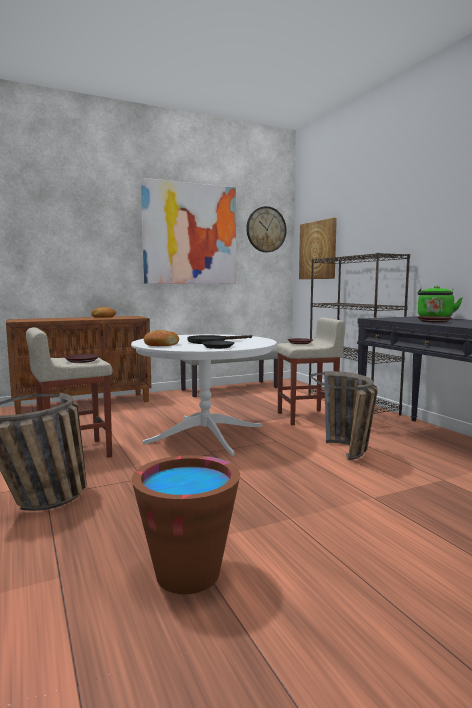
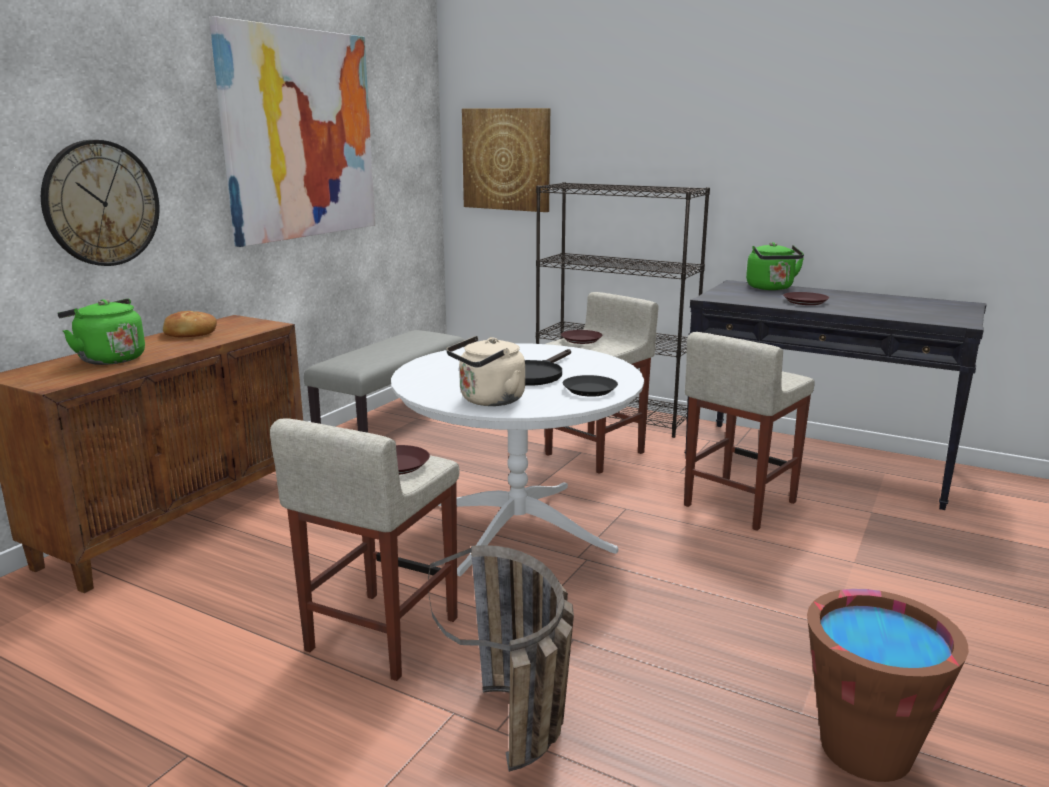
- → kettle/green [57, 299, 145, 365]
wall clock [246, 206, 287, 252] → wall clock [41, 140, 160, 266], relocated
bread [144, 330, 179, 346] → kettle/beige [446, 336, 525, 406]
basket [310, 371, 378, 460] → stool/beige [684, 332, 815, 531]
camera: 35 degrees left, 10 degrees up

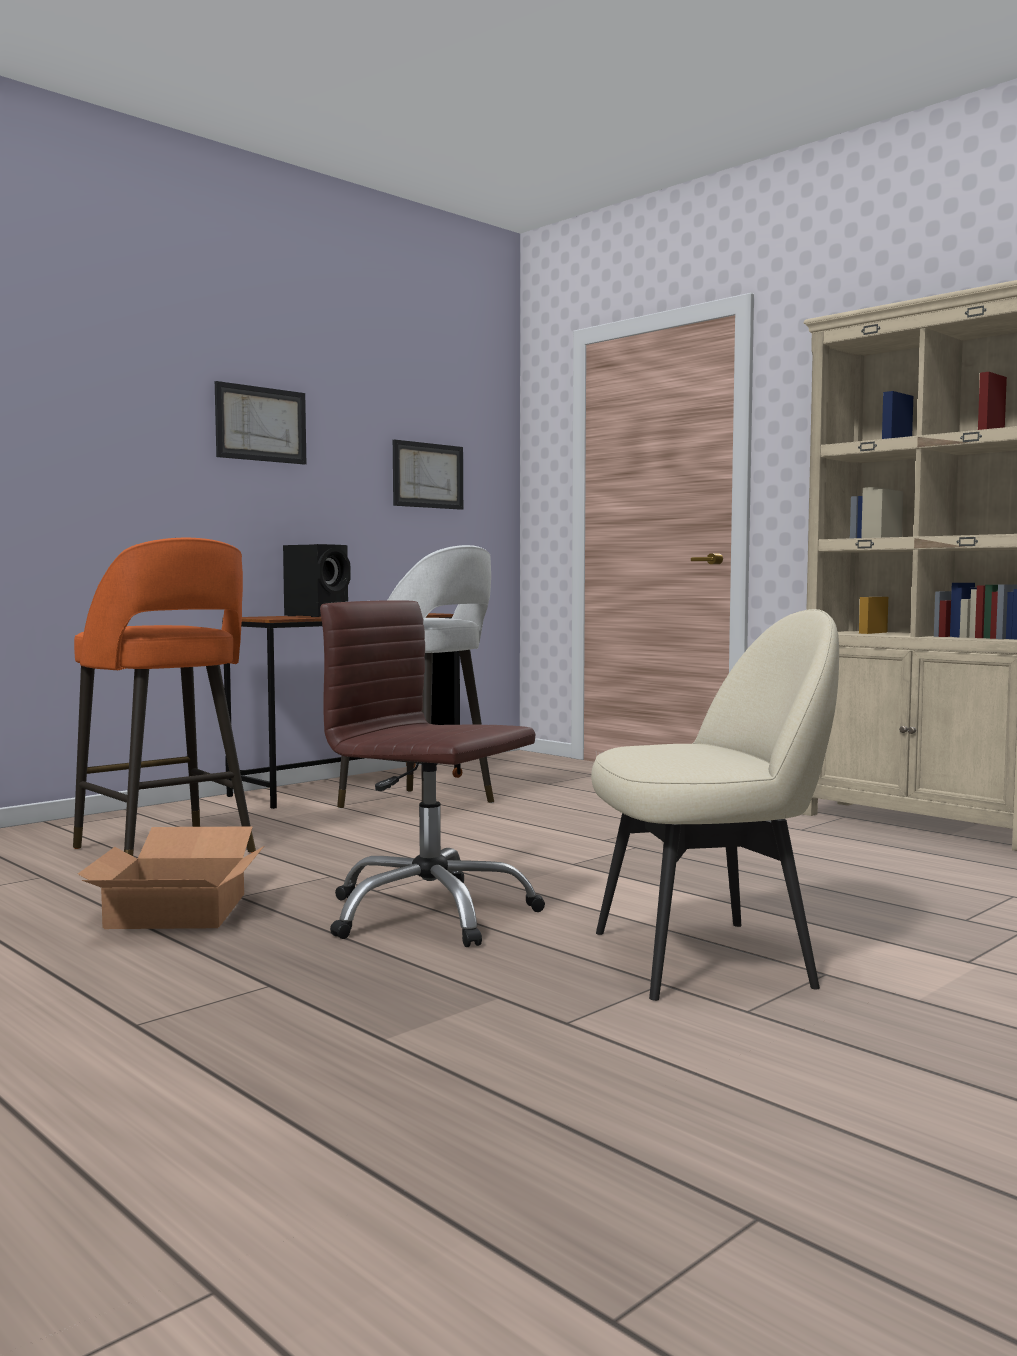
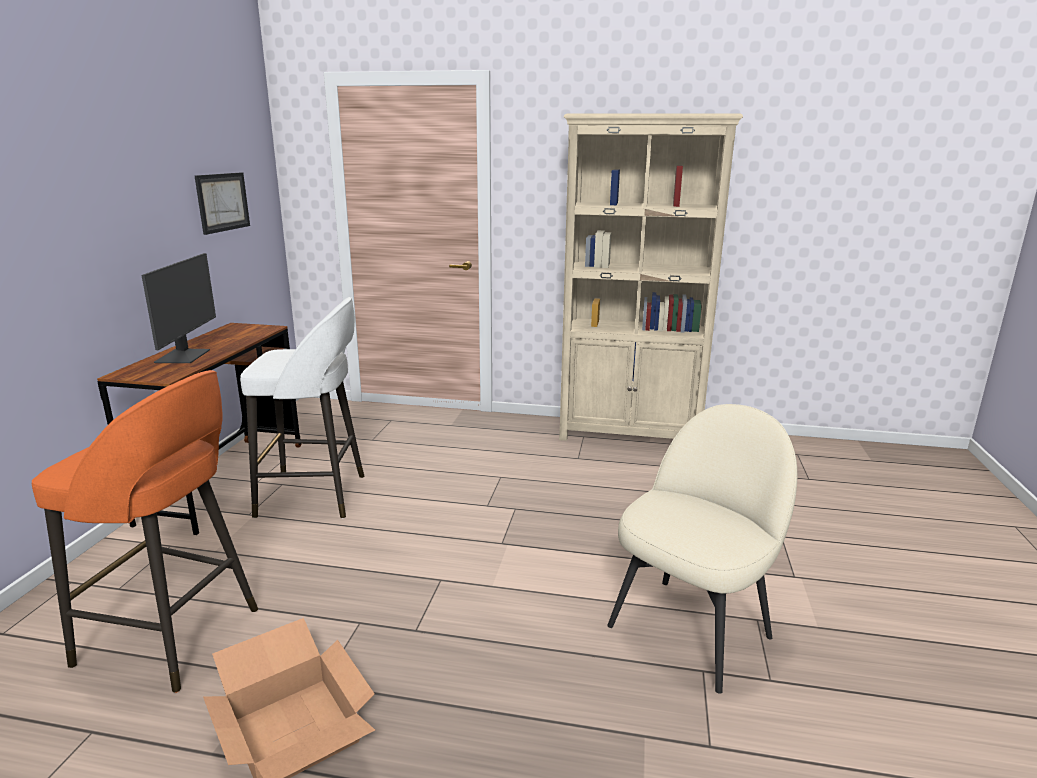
picture [215, 381, 306, 465] → -
office chair/brown [320, 600, 545, 947] → -
speaker/black [283, 544, 351, 617] → monitor [142, 253, 216, 363]
camera: 35 degrees left, 15 degrees up

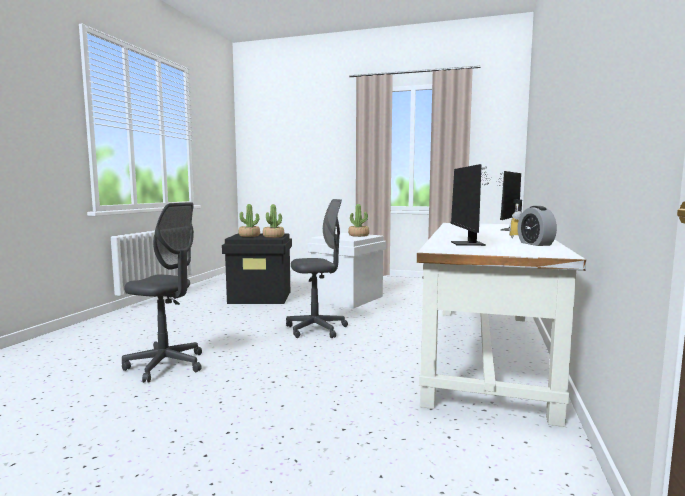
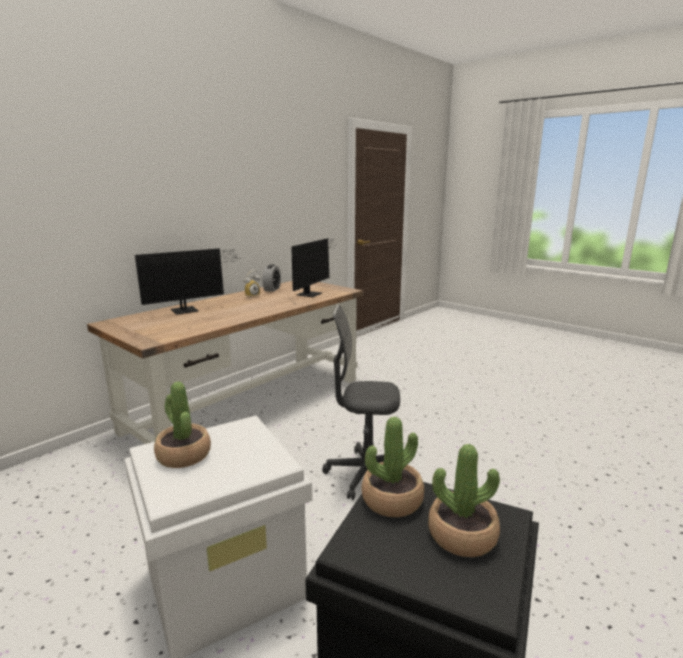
office chair/grey [122, 202, 202, 383] → -
desk/white [417, 223, 586, 427] → desk/brown [87, 281, 363, 444]
camera: 155 degrees left, 10 degrees up

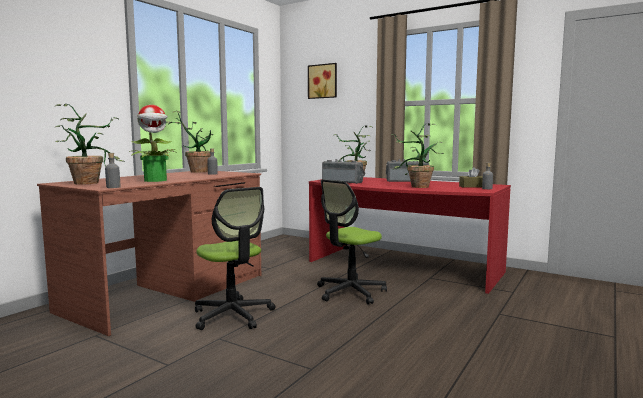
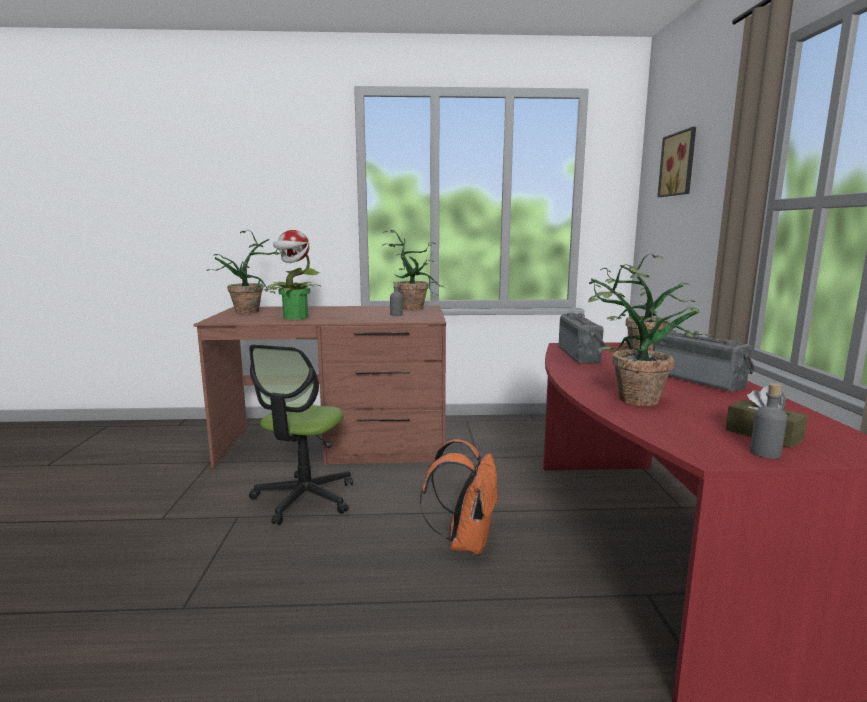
bottle/grey [105, 153, 121, 188] → -
office chair [317, 180, 387, 304] → backpack/orange [420, 439, 499, 555]
camera: 55 degrees right, 5 degrees up

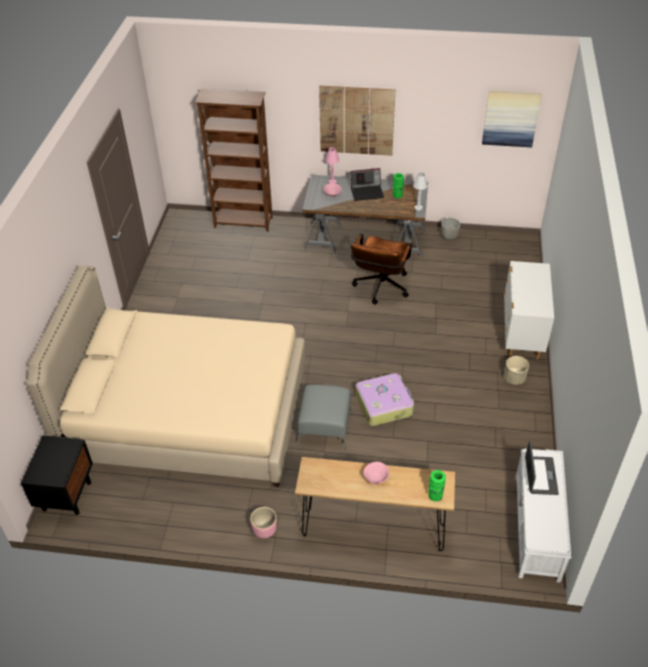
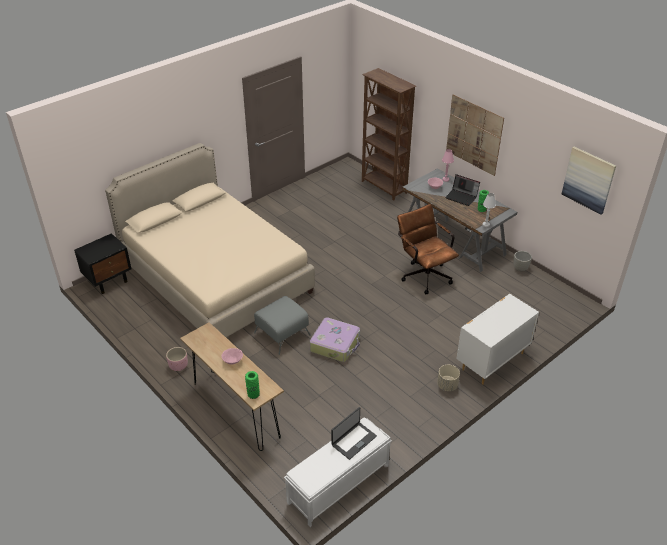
office chair/brown [351, 233, 412, 304] → office chair/brown [397, 204, 459, 294], 90 degrees clockwise
camera: 40 degrees right, 5 degrees down

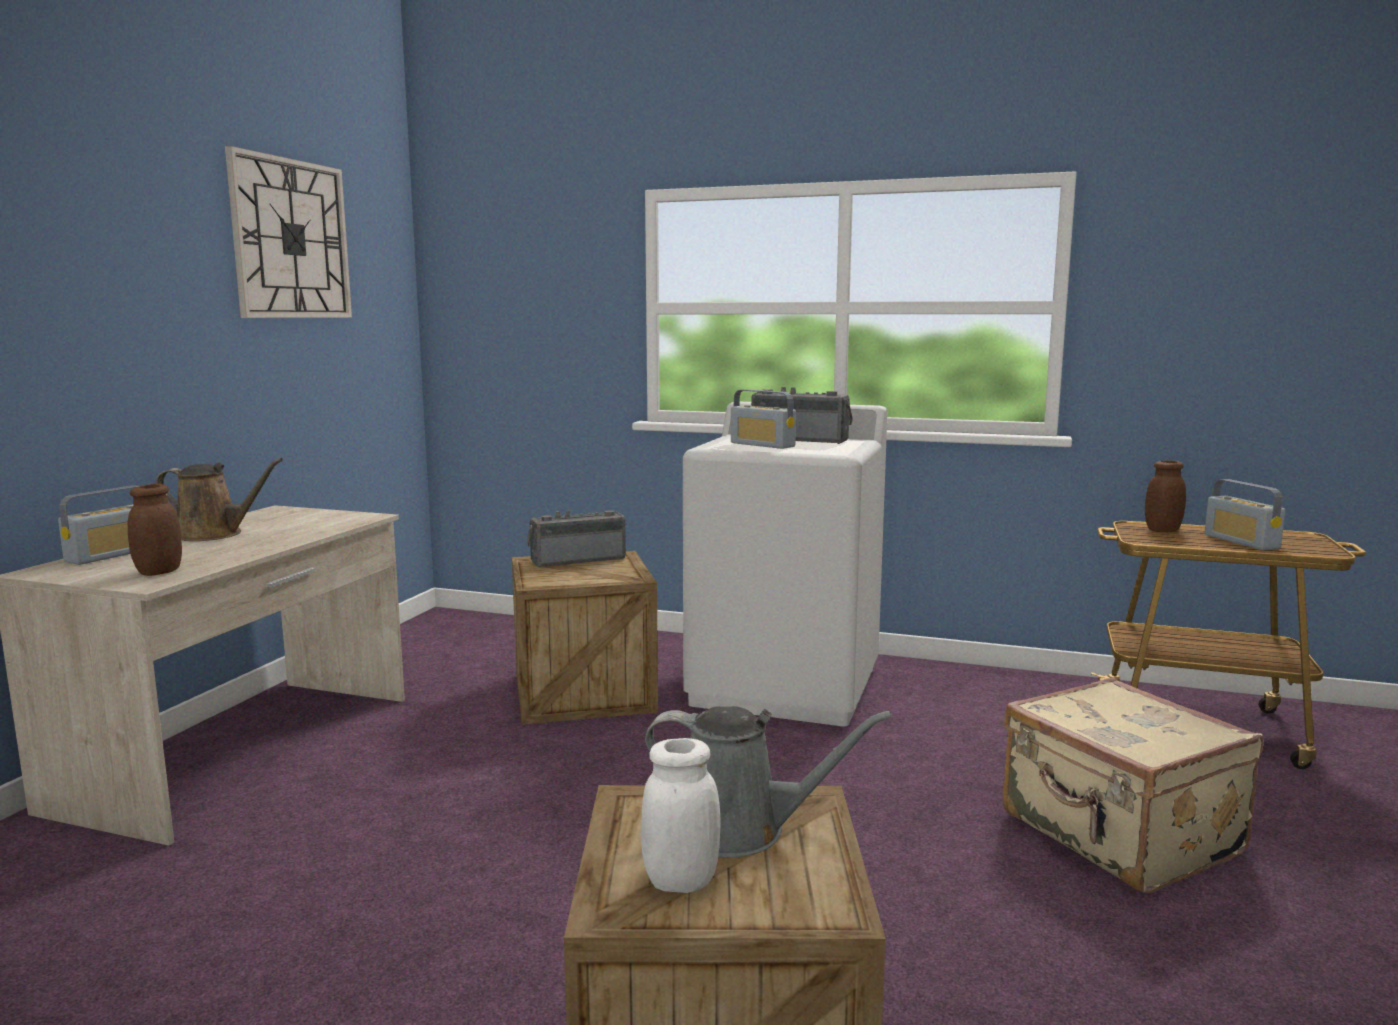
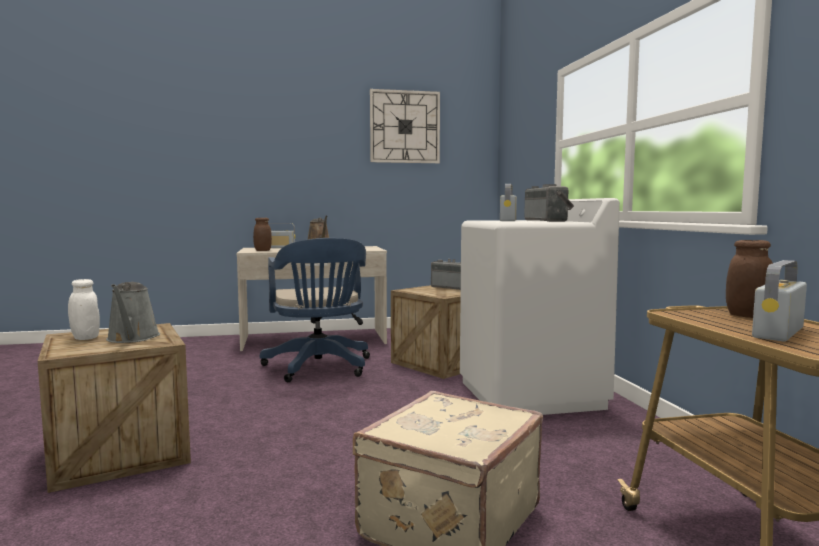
- → office chair/blue [260, 238, 370, 382]
camera: 60 degrees right, 5 degrees down

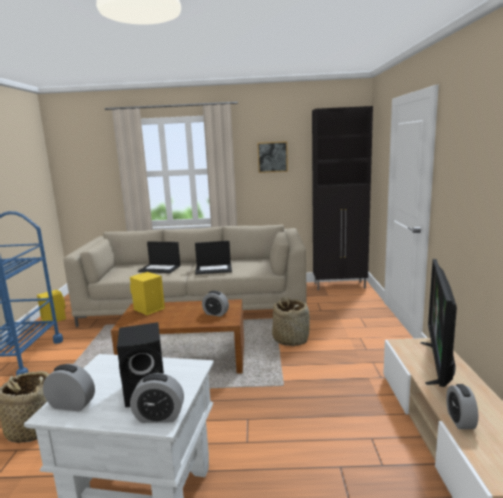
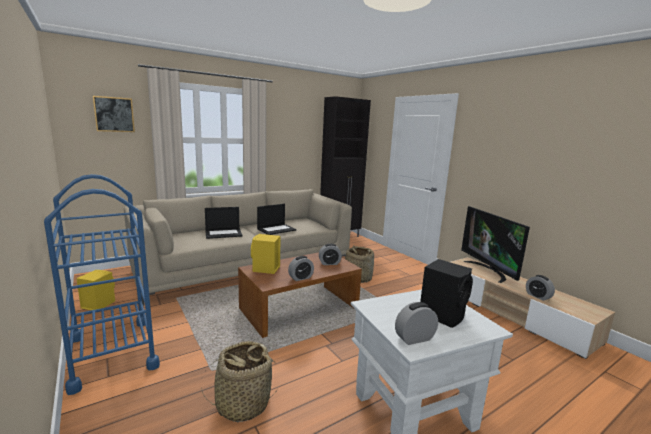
alarm clock [130, 373, 184, 423] → alarm clock [288, 256, 314, 281], relocated
picture [258, 141, 288, 173] → picture [93, 96, 135, 132], relocated
camera: 35 degrees left, 0 degrees up

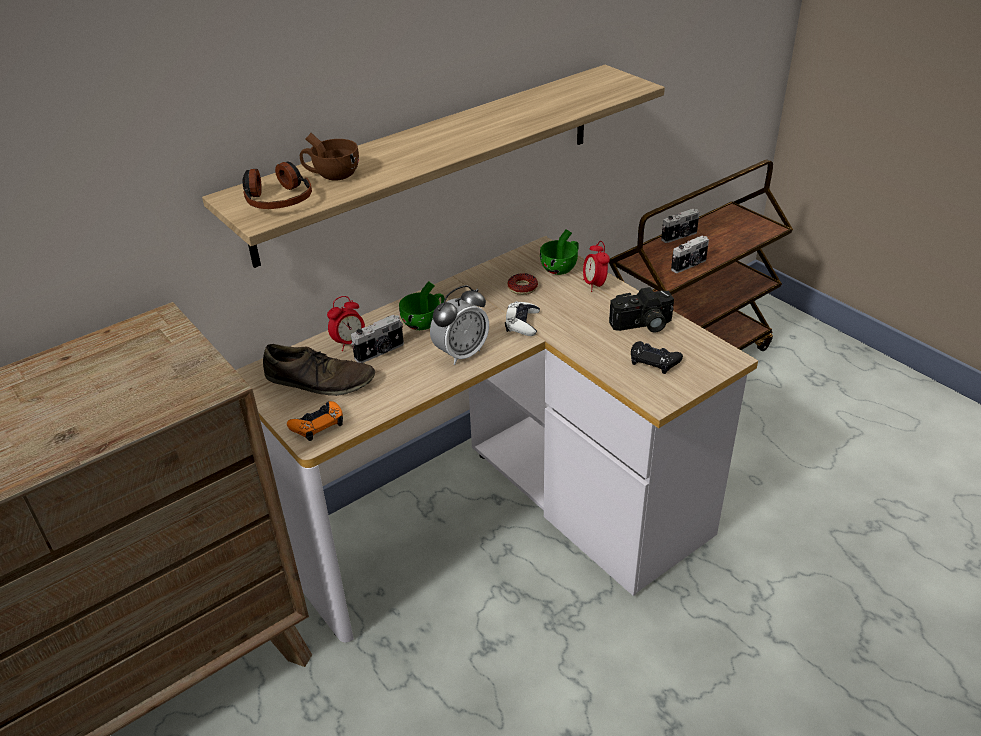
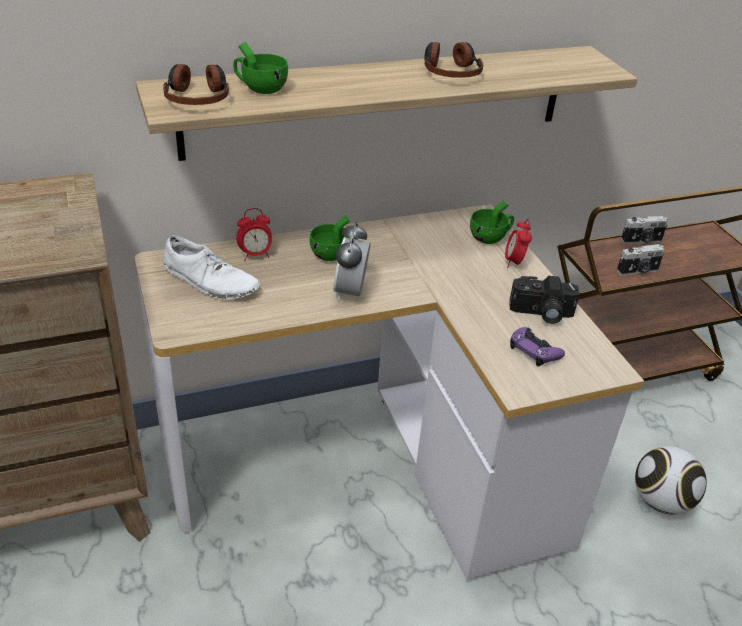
game controller/orange [287, 401, 343, 441] → -
photo camera [351, 315, 404, 363] → -
game controller/white [505, 301, 540, 336] → -
donut [507, 273, 538, 295] → -
- → headphones [424, 42, 483, 78]
- → football [635, 446, 707, 514]
shoe/brown [263, 344, 375, 396] → shoe/white [164, 235, 260, 300]
cup/brown [300, 133, 359, 181] → cup/green [233, 42, 288, 94]
game controller/black [631, 341, 683, 374] → game controller/purple [510, 327, 565, 367]
alarm clock [430, 285, 489, 365] → alarm clock [333, 222, 370, 301], 120 degrees clockwise
camera: 15 degrees right, 0 degrees up

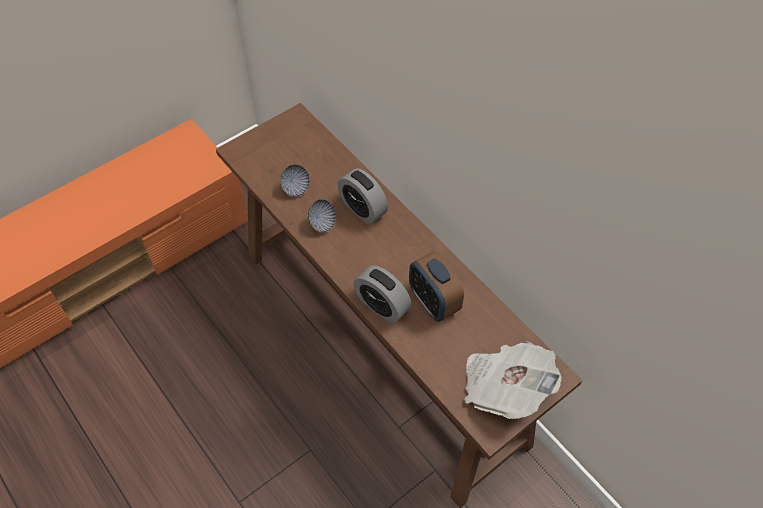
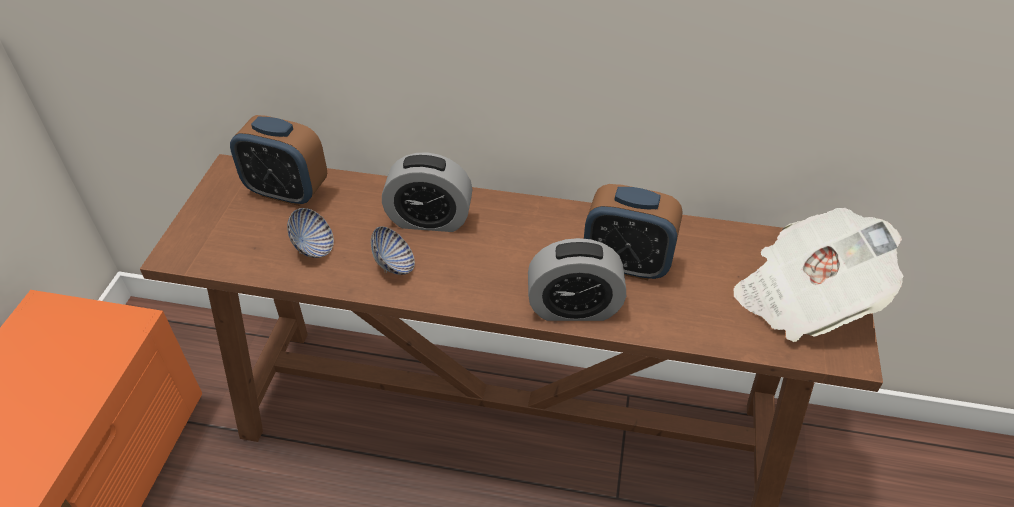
- → alarm clock [230, 115, 327, 206]
camera: 40 degrees left, 10 degrees down

